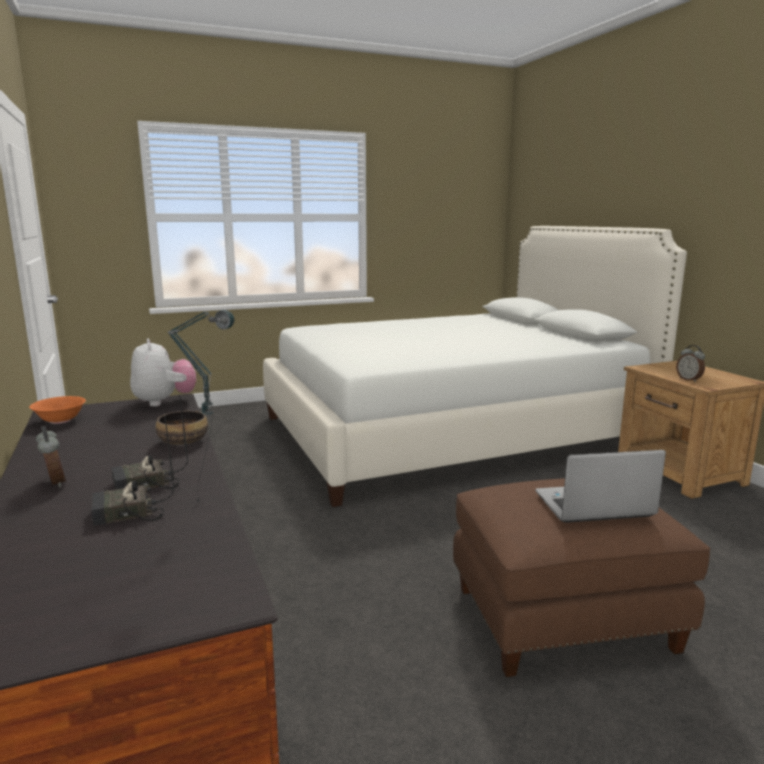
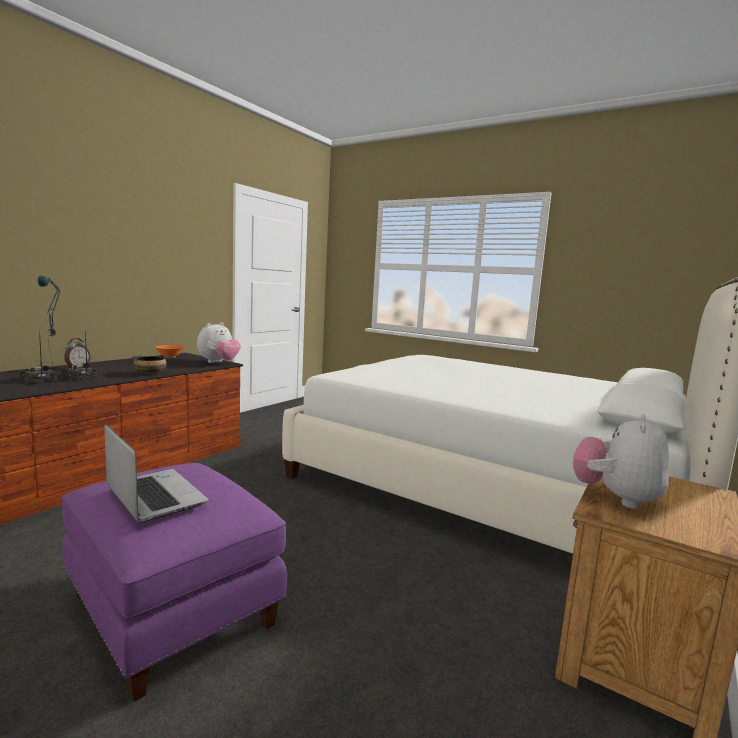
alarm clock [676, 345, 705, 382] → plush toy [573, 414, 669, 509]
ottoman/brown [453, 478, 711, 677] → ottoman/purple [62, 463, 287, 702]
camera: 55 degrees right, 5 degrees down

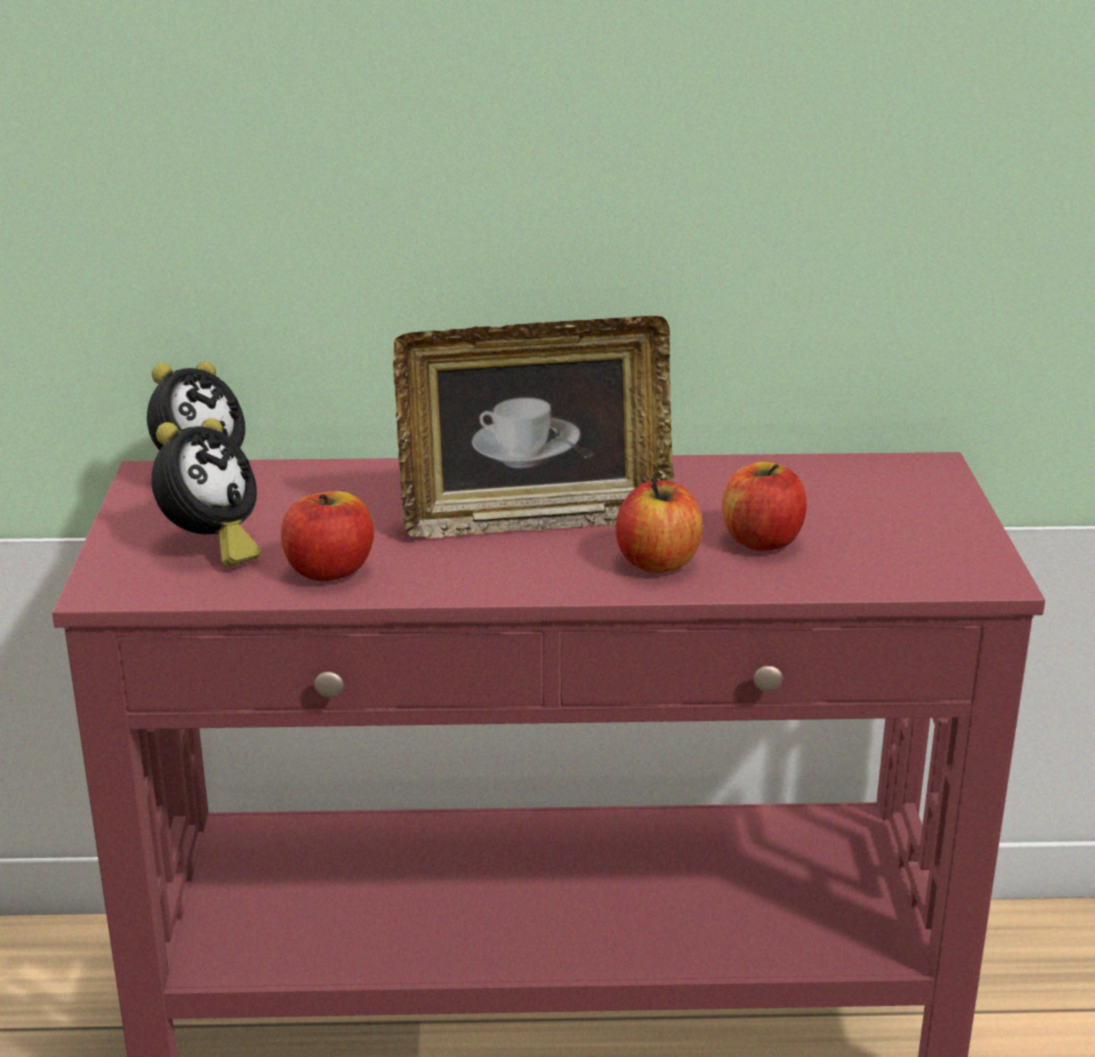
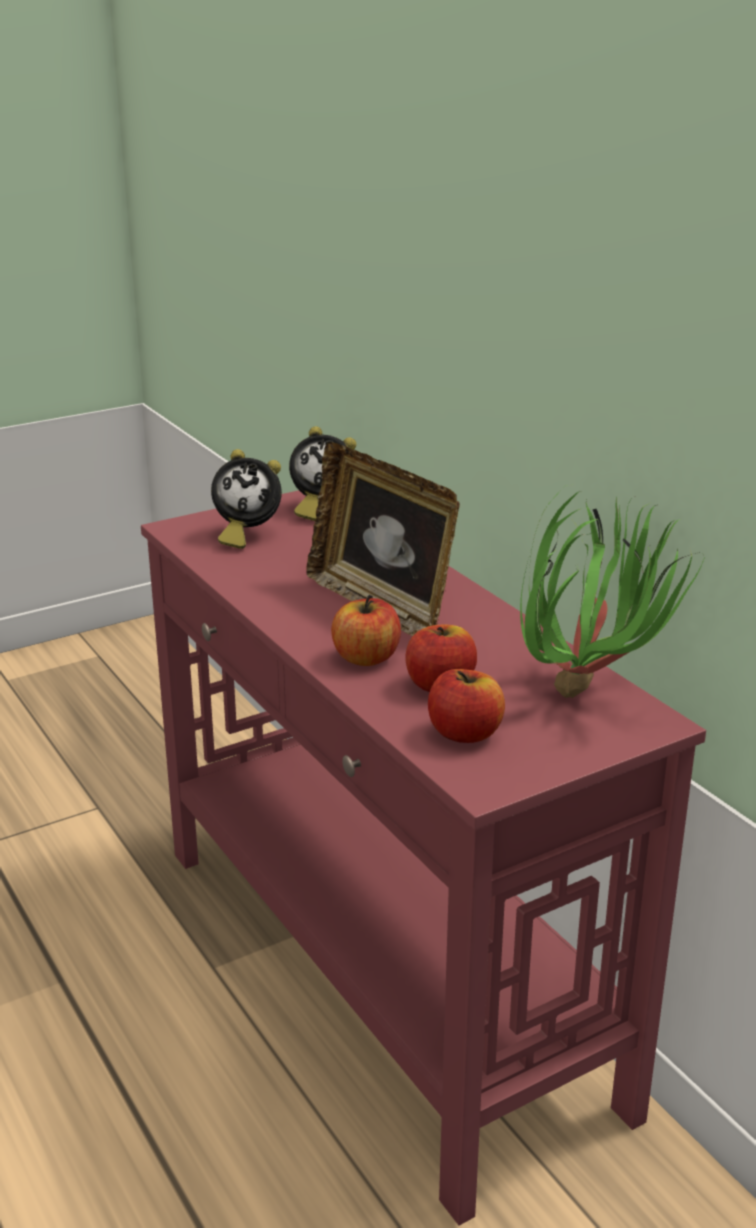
- → potted plant [520, 485, 704, 698]
apple [281, 491, 374, 581] → apple [428, 669, 505, 743], relocated
camera: 60 degrees right, 0 degrees up

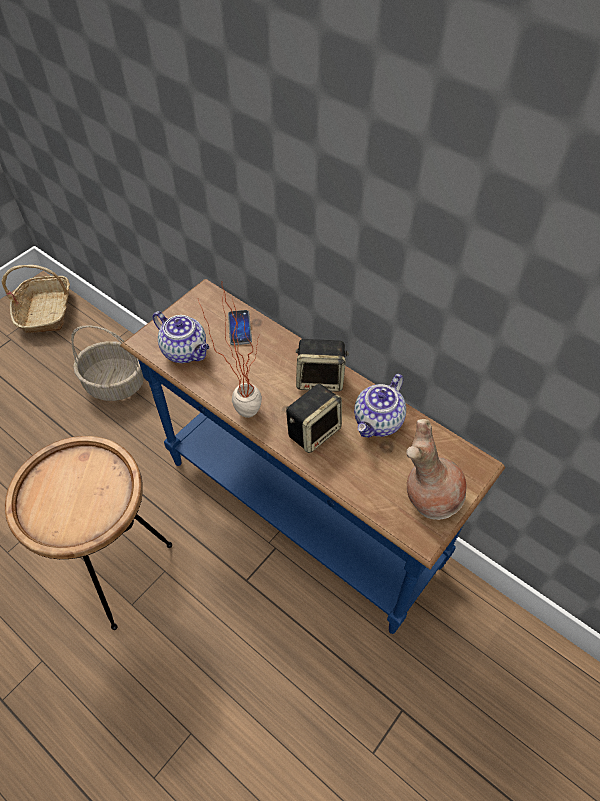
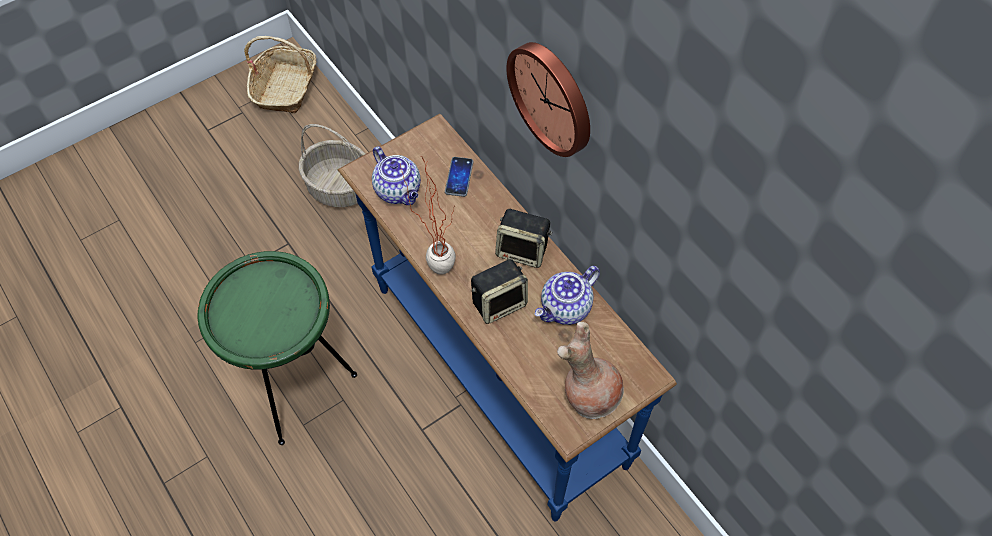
- → wall clock [506, 42, 590, 157]
side table/brown [5, 436, 172, 630] → side table/green [198, 251, 357, 445]
camera: 15 degrees right, 5 degrees up

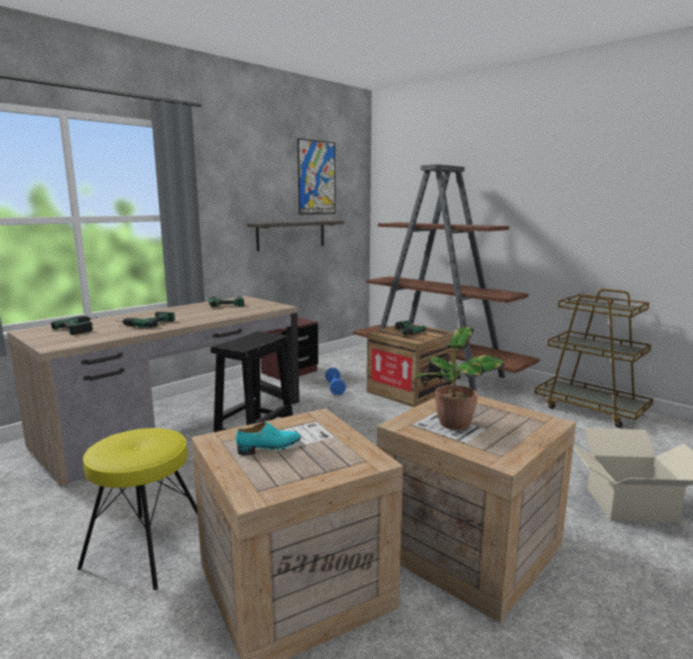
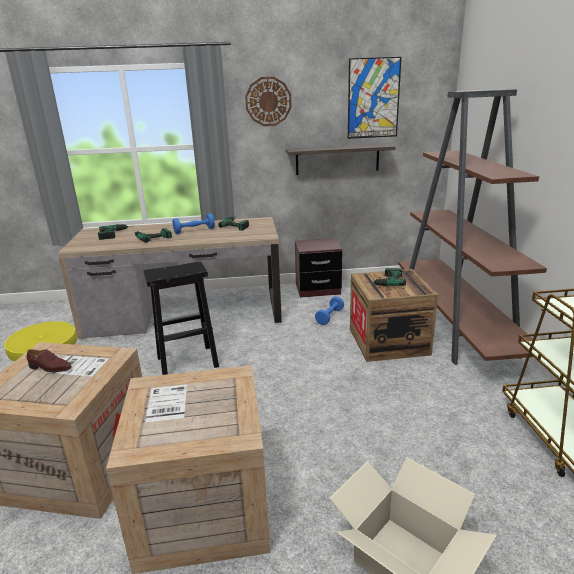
potted plant [410, 326, 505, 430] → -
- → dumbbell/blue [173, 213, 215, 234]
- → wall clock [245, 77, 292, 126]
shoe/turquoise [236, 422, 301, 455] → shoe/brown [26, 349, 72, 372]
camera: 40 degrees right, 10 degrees up

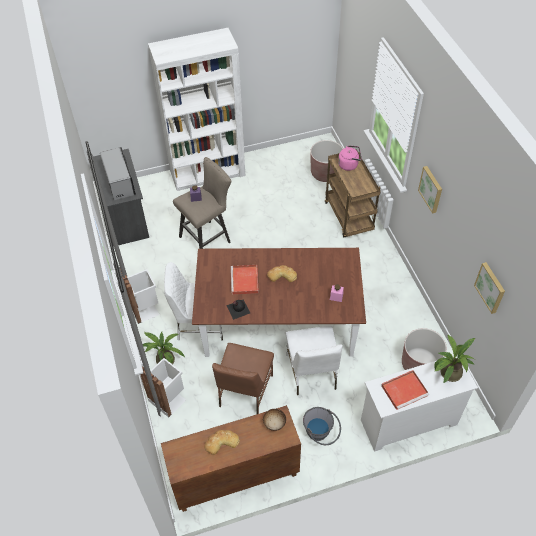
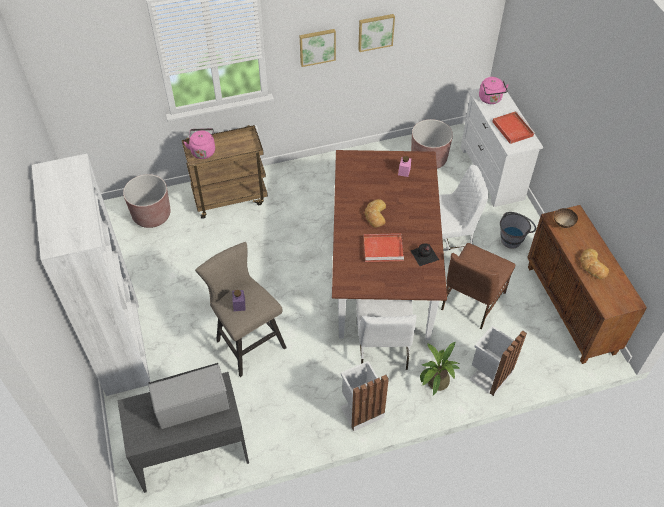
picture [474, 262, 505, 314] → picture [358, 14, 395, 52], relocated
potted plant [434, 335, 475, 383] → kettle/pink [479, 77, 509, 104]
chair/brown [212, 343, 274, 414] → chair/brown [441, 243, 515, 329], 105 degrees clockwise
camera: 90 degrees left, 0 degrees up

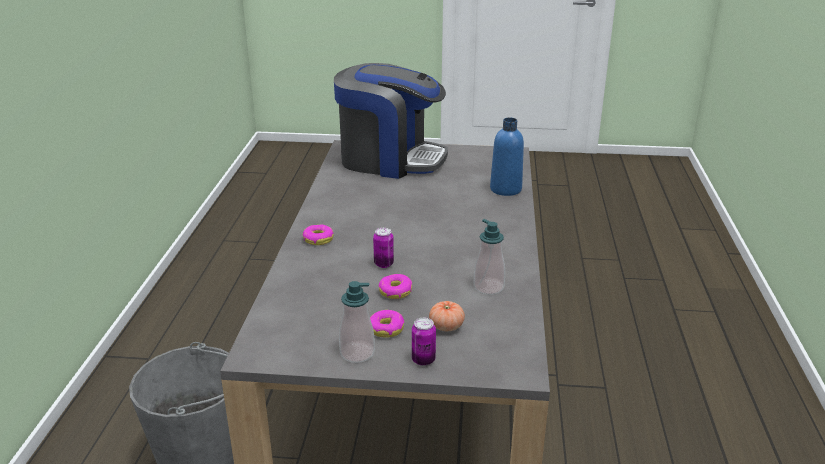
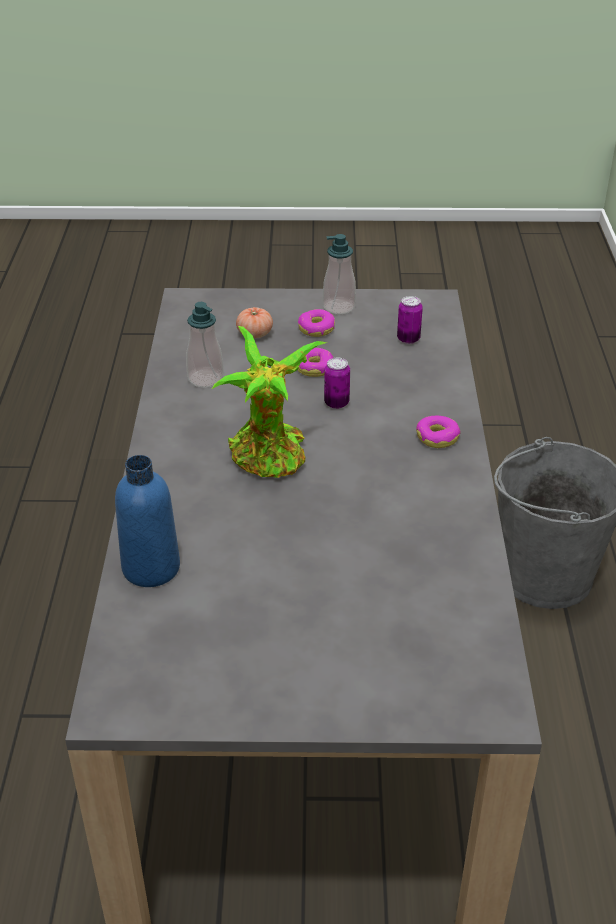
coffee machine [334, 63, 448, 179] → -
- → potted plant [212, 326, 327, 478]
can [412, 318, 436, 366] → can [397, 296, 423, 344], relocated
camera: 175 degrees right, 10 degrees up

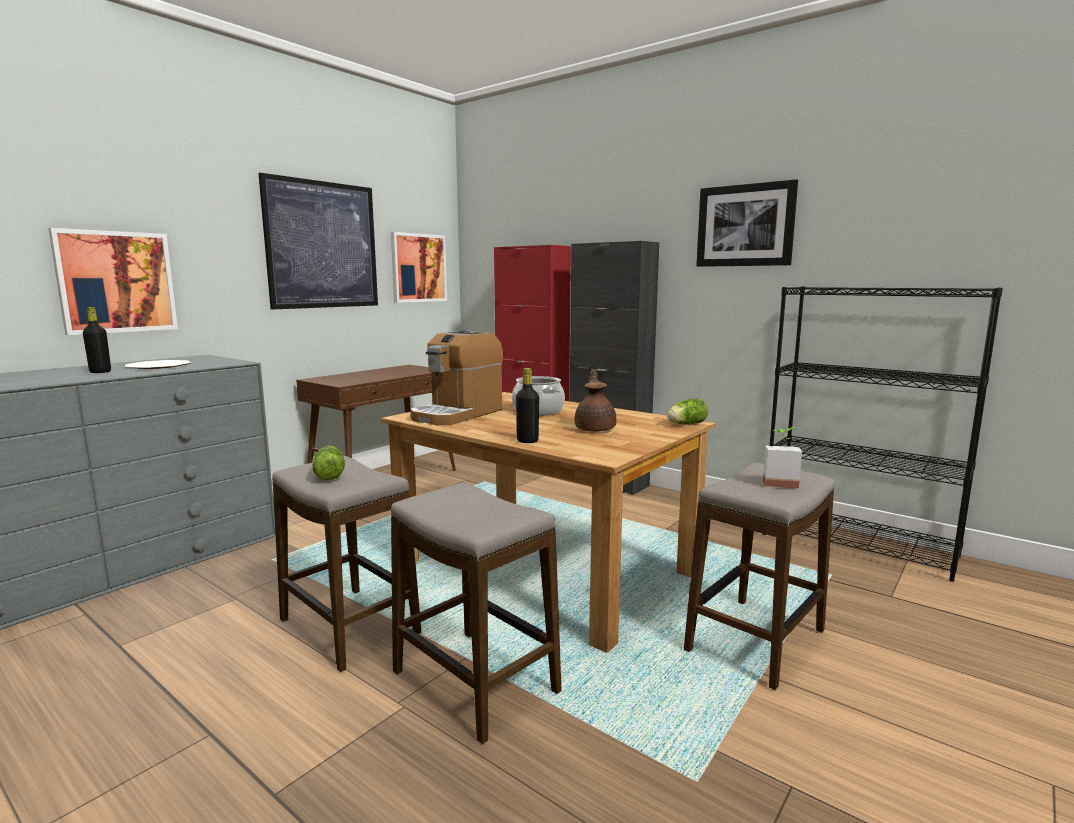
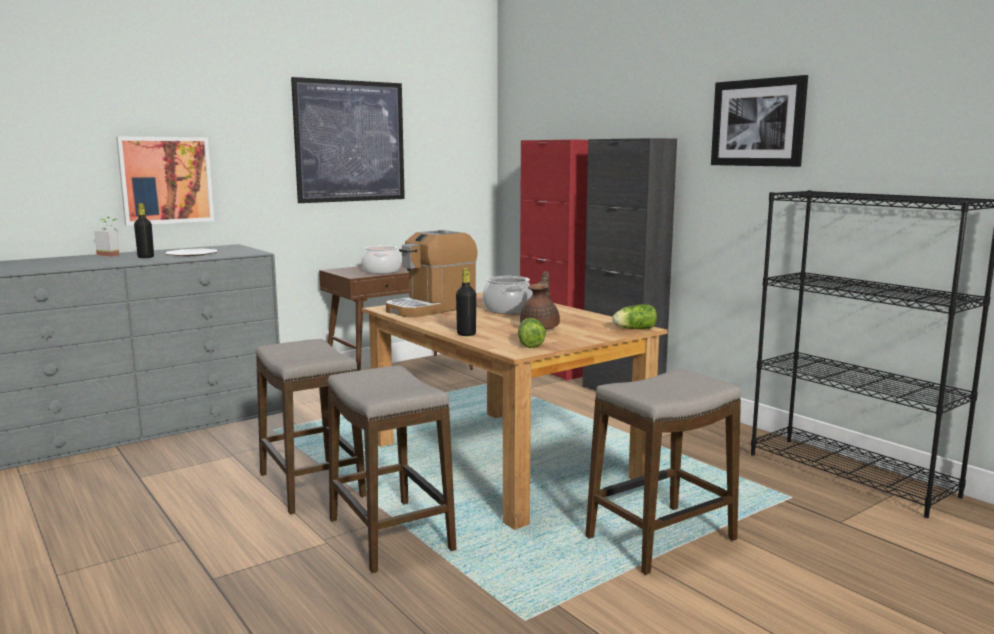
picture [391, 232, 447, 303] → -
- → cooking pot [362, 246, 401, 274]
lettuce [313, 446, 345, 480] → lettuce [518, 318, 546, 348], relocated
potted plant [763, 427, 802, 489] → potted plant [94, 217, 120, 257], relocated
camera: 15 degrees right, 0 degrees up

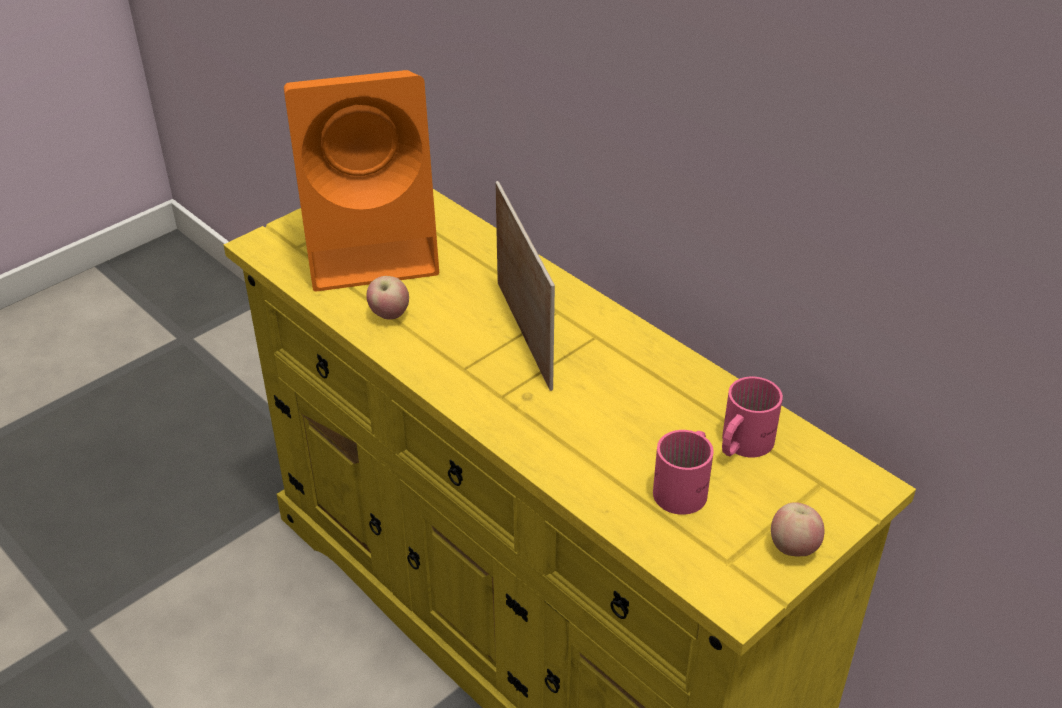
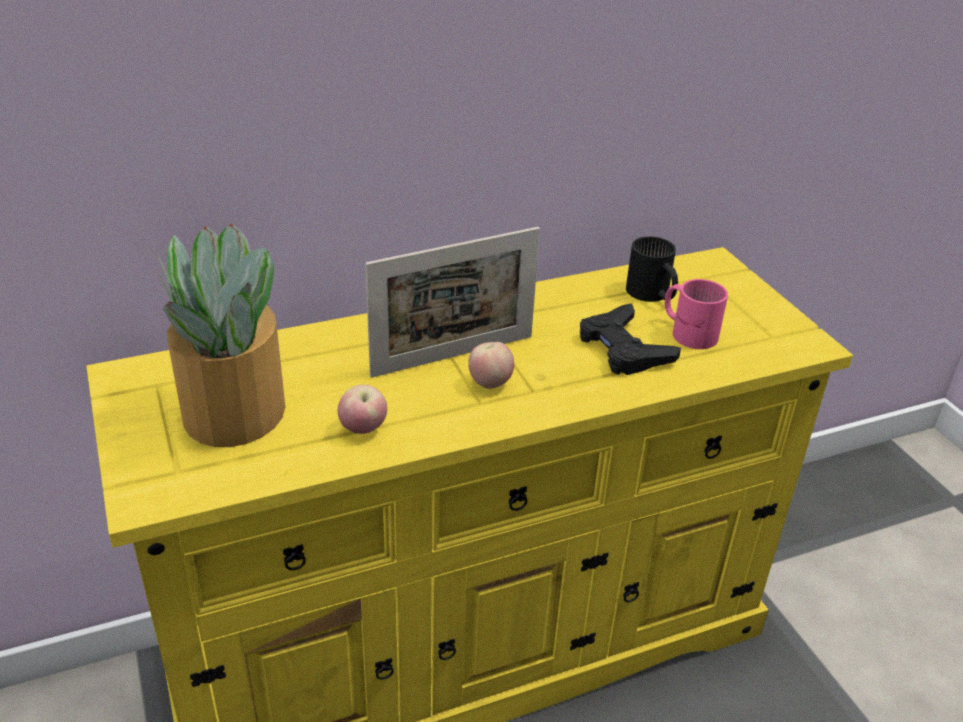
- → game controller/black [580, 303, 681, 375]
apple [771, 502, 824, 557] → apple [468, 342, 514, 389], relocated
speaker/orange [284, 70, 439, 292] → potted plant [157, 224, 285, 447]
mug/pink [722, 377, 783, 457] → mug/black [626, 236, 678, 302]
picture frame [495, 181, 555, 391] → picture frame [365, 227, 540, 378], 150 degrees clockwise
camera: 70 degrees left, 5 degrees down

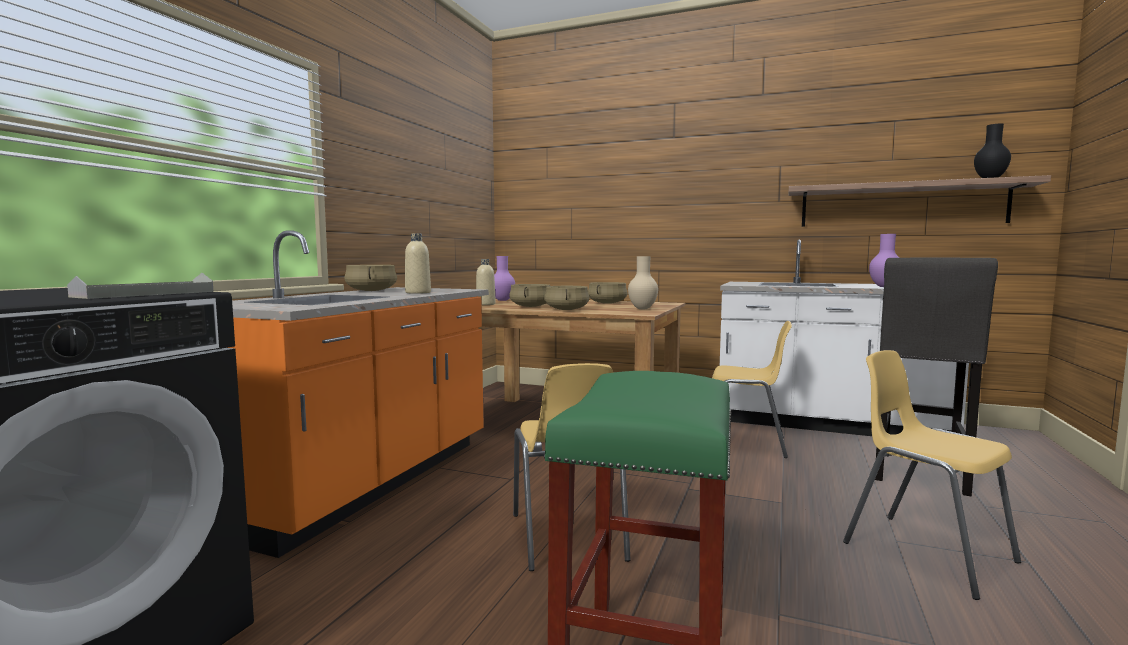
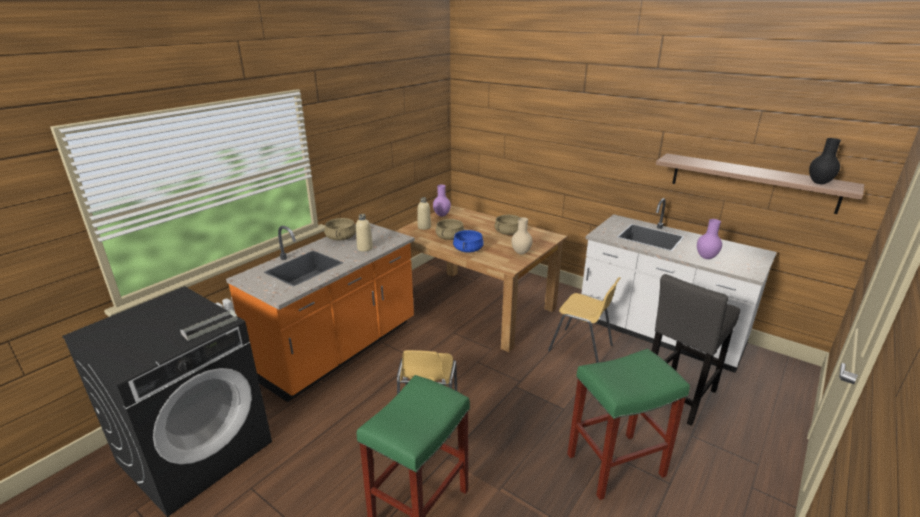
chair/yellow [843, 350, 1021, 600] → stool/green [567, 349, 690, 500]
cooking pot/beige [544, 286, 589, 310] → cooking pot/blue [453, 230, 484, 253]
camera: 15 degrees right, 20 degrees up

